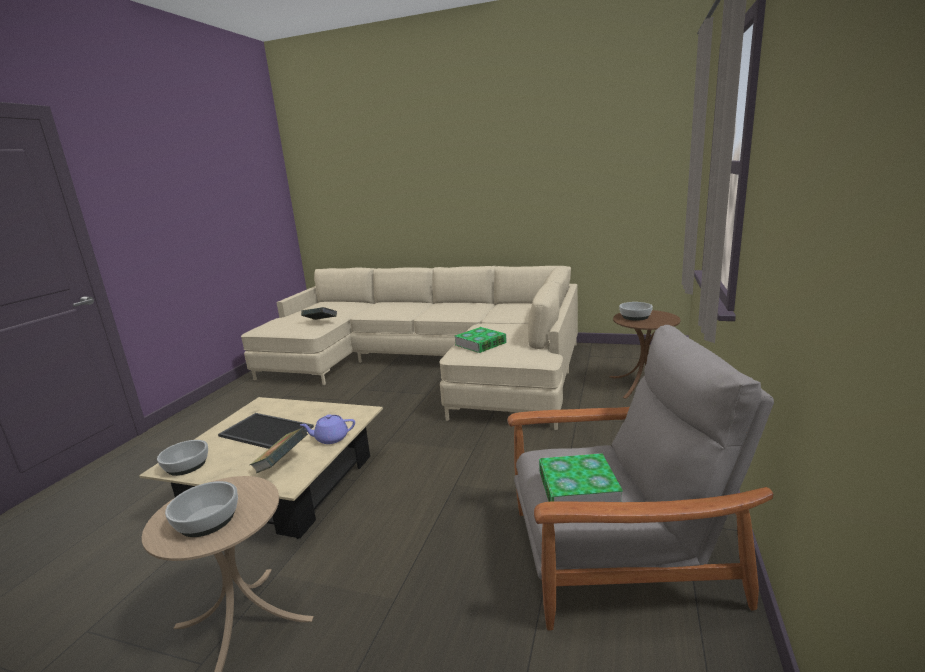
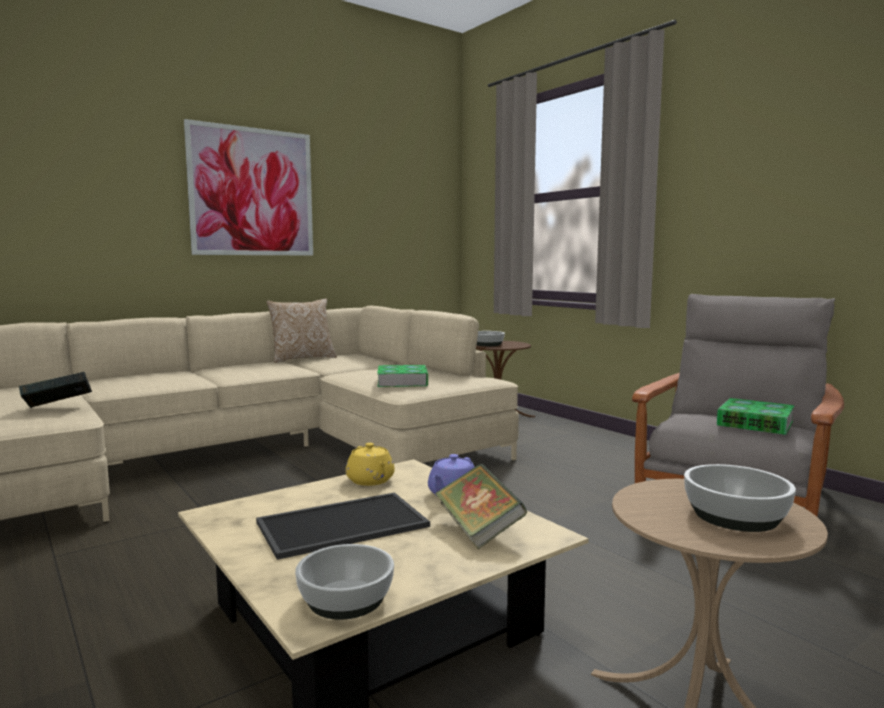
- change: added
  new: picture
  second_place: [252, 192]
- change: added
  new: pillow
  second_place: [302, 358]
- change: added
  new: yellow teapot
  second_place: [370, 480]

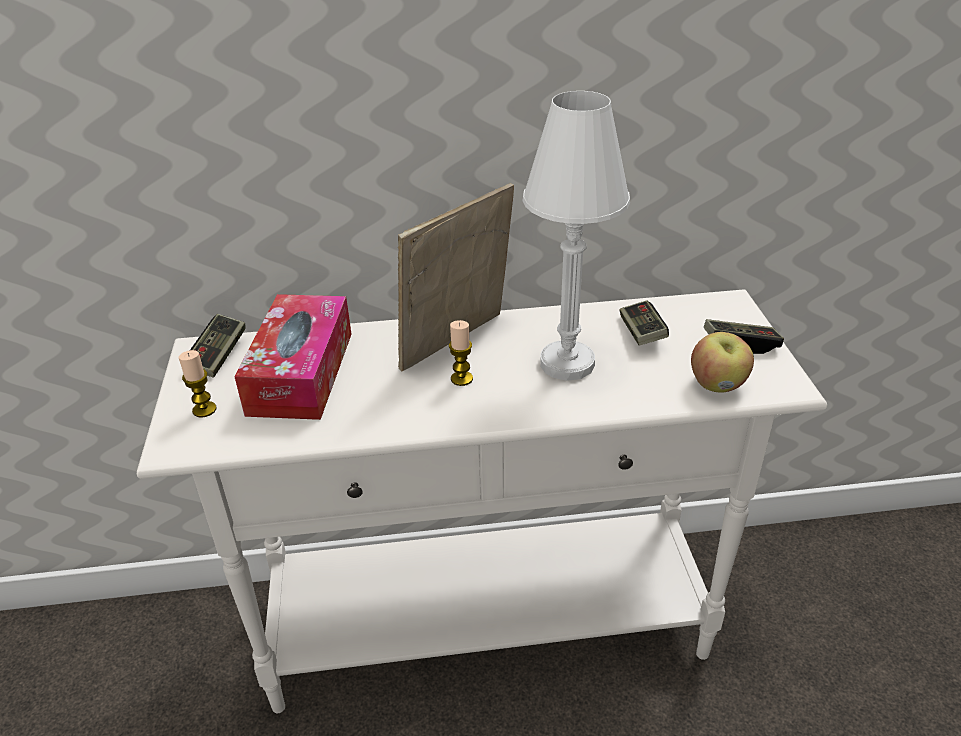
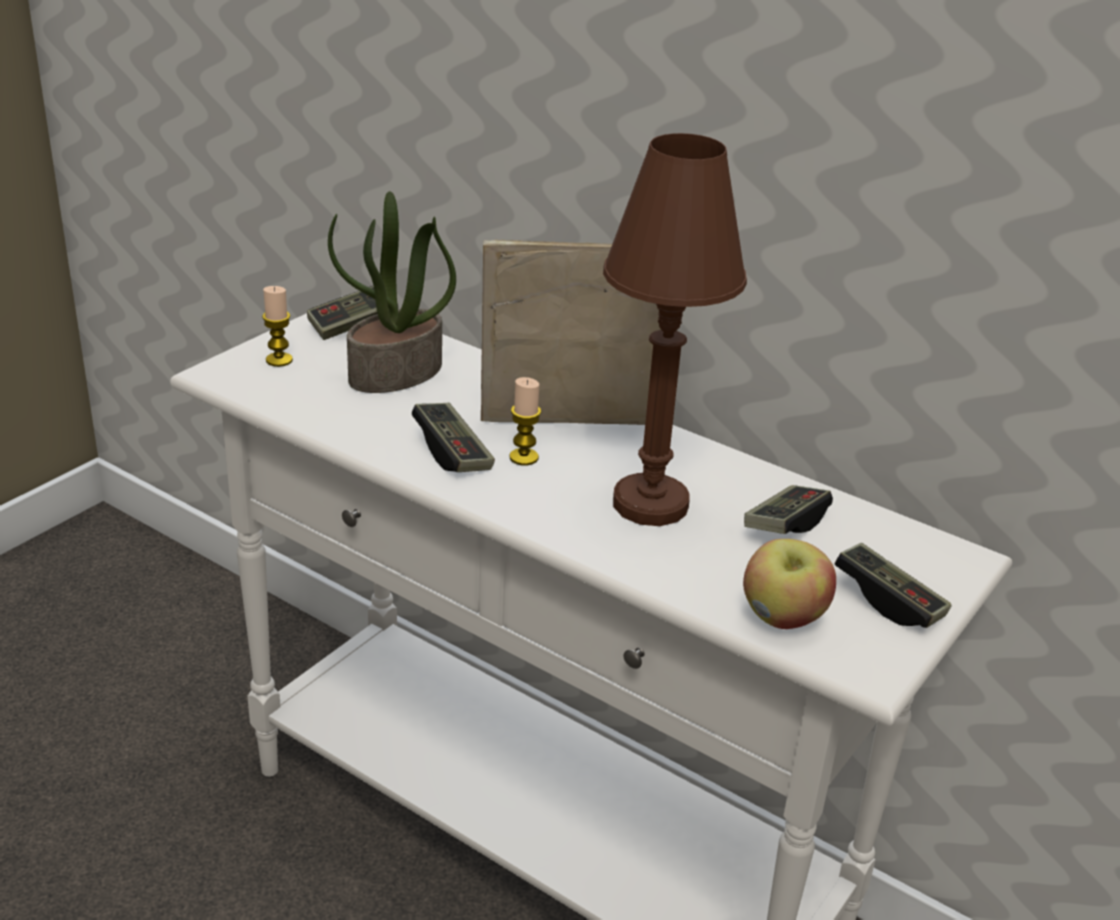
- change: replaced
  old: tissue box
  new: potted plant
  first_place: [301, 372]
  second_place: [395, 374]
- change: recoloured
  old: white table lamp
  new: brown table lamp
  first_place: [567, 363]
  second_place: [650, 504]
- change: added
  new: game controller
  second_place: [452, 452]

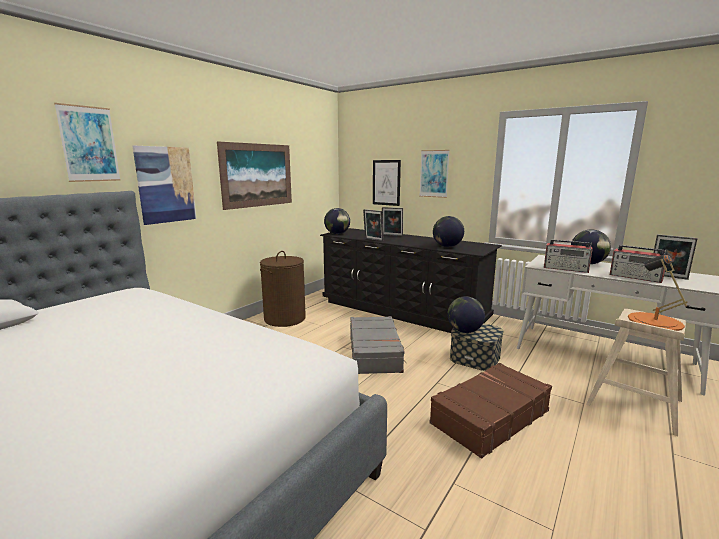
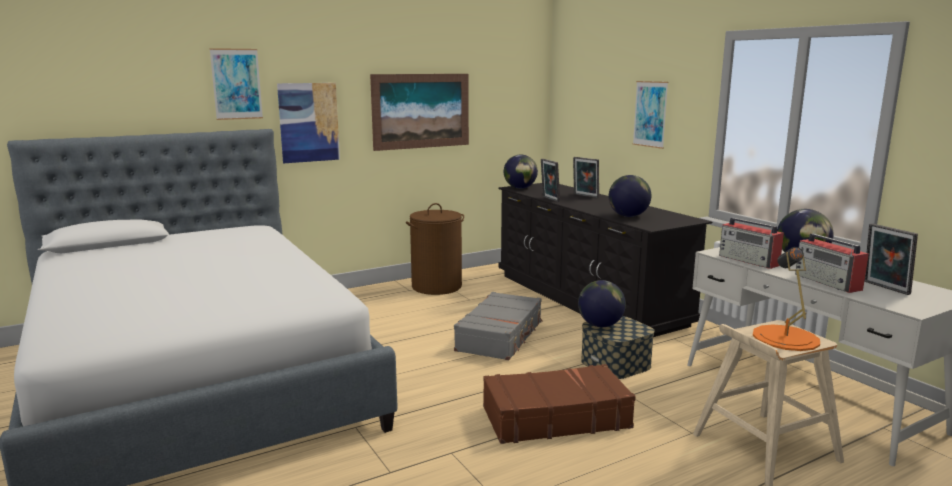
- change: removed
  old: picture
  first_place: [386, 182]

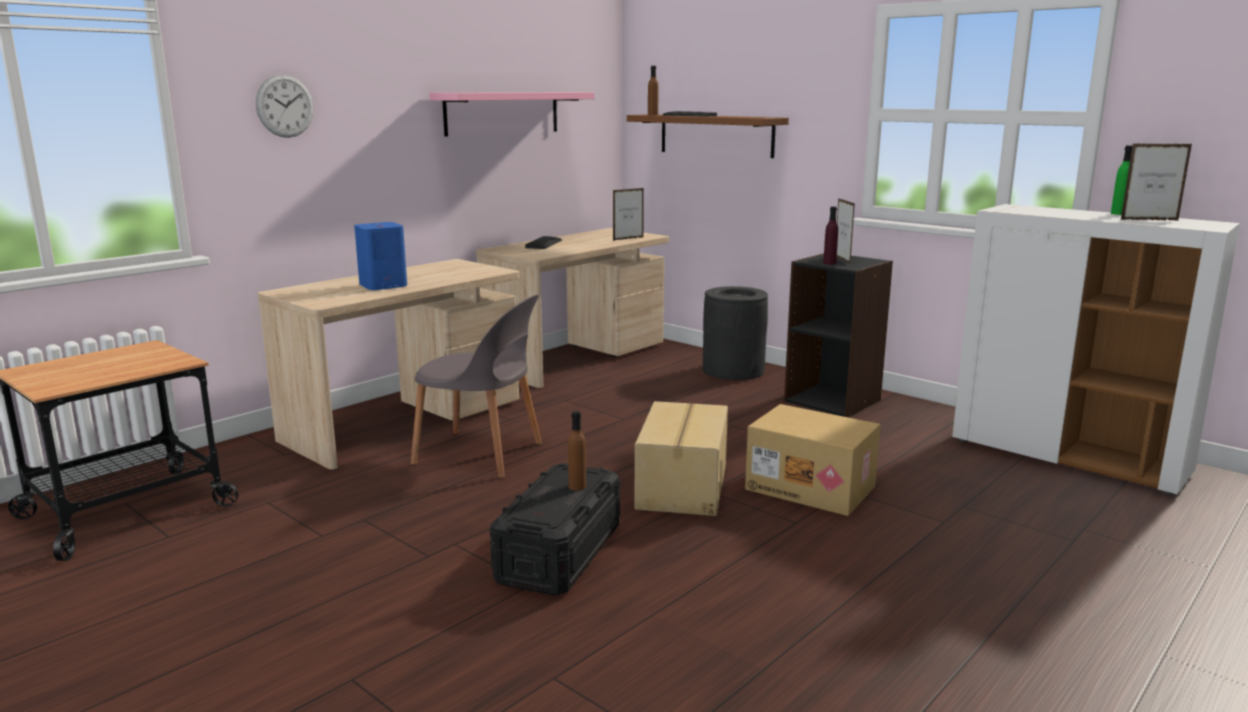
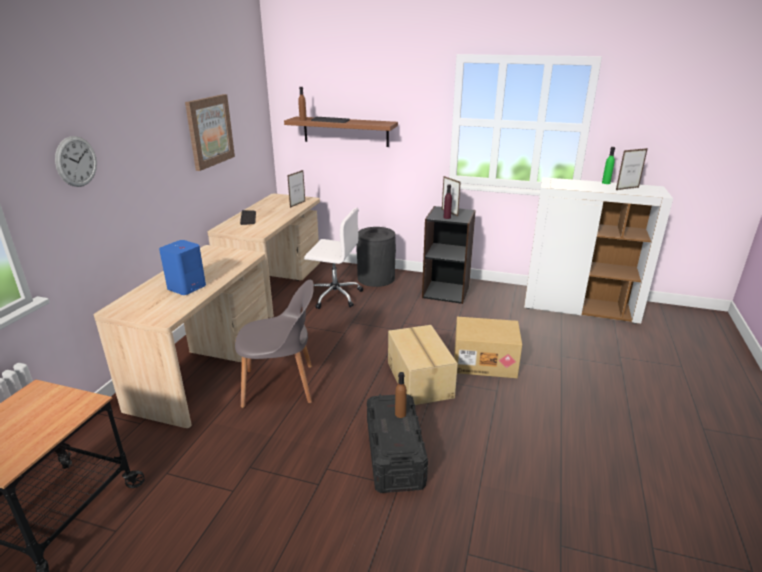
- change: replaced
  old: pink shelf
  new: picture
  first_place: [502, 113]
  second_place: [209, 131]
- change: added
  new: white office chair
  second_place: [334, 296]

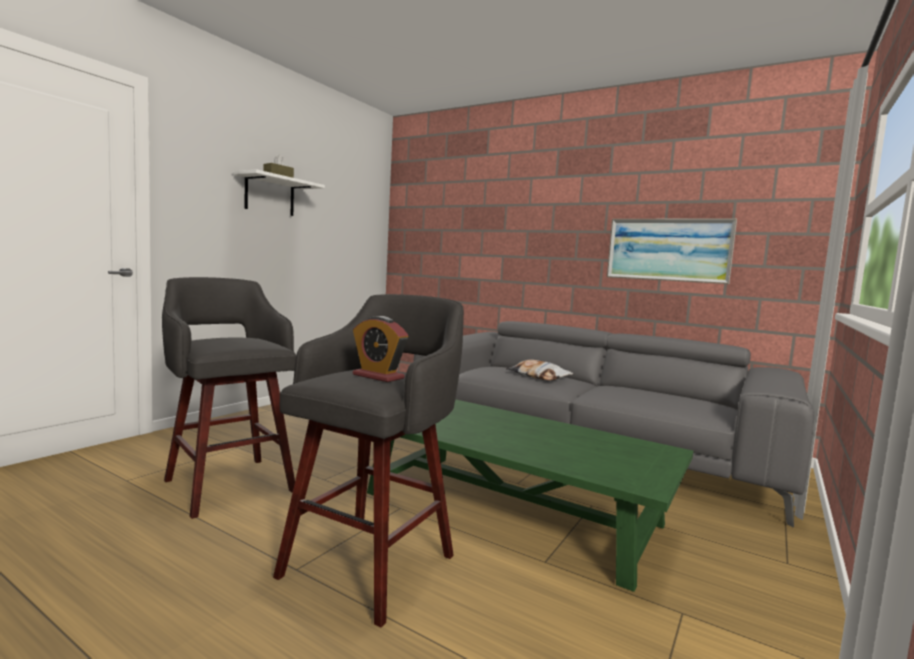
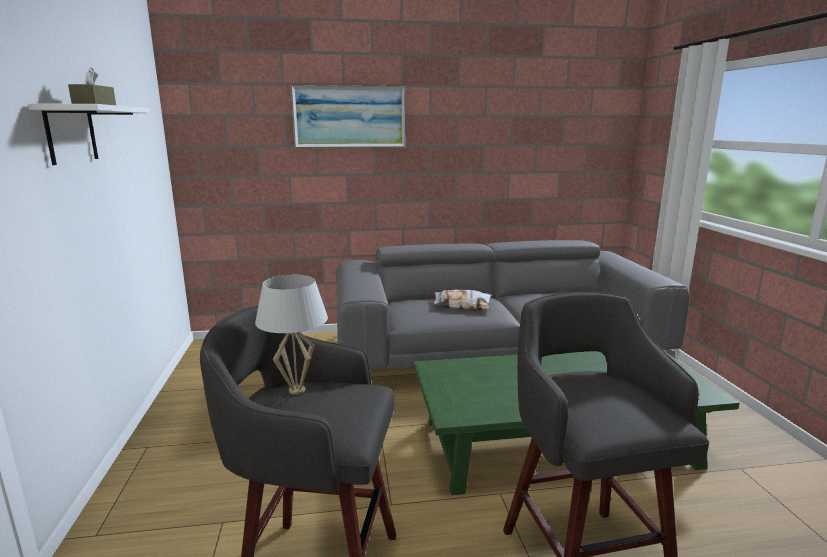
- change: removed
  old: alarm clock
  first_place: [378, 376]
- change: moved
  old: picture
  first_place: [668, 250]
  second_place: [349, 117]
- change: added
  new: white table lamp
  second_place: [296, 390]

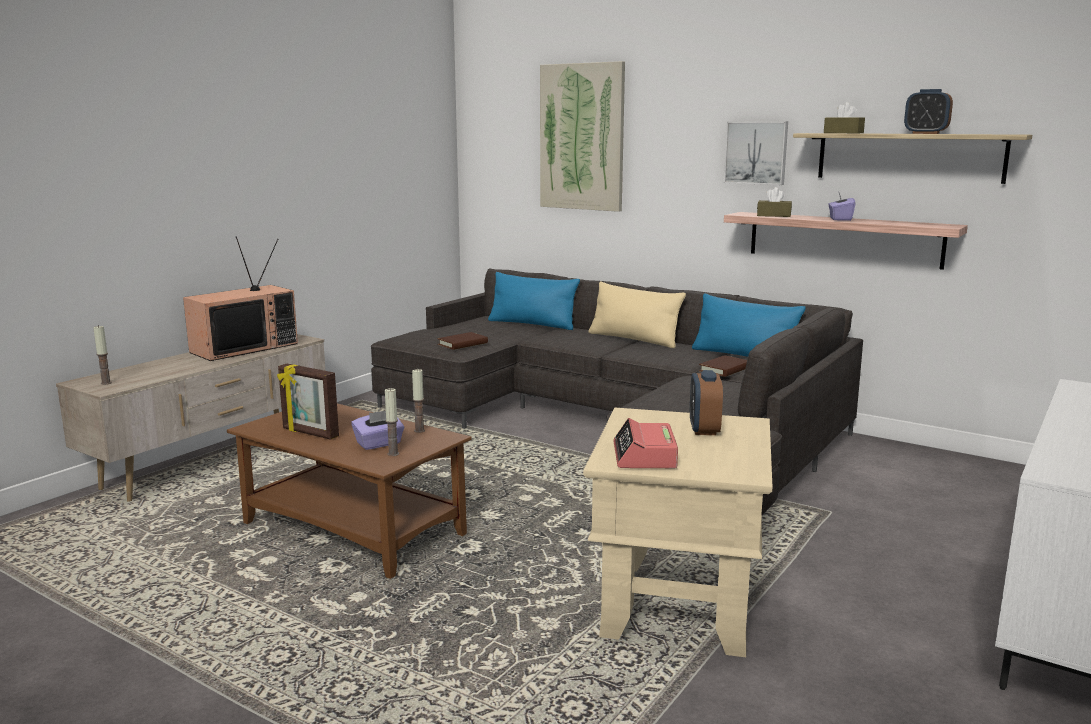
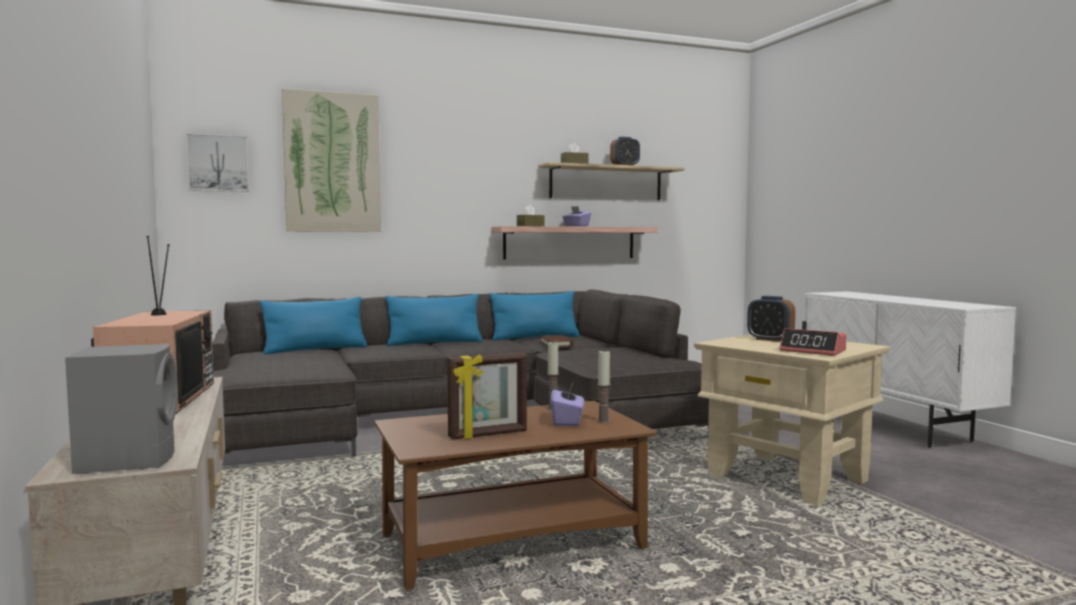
- change: replaced
  old: candle
  new: grey speaker
  first_place: [106, 383]
  second_place: [129, 460]
- change: removed
  old: brown book
  first_place: [462, 344]
- change: recoloured
  old: beige pillow
  new: blue pillow
  first_place: [634, 339]
  second_place: [434, 343]
- change: moved
  old: picture
  first_place: [756, 152]
  second_place: [218, 163]

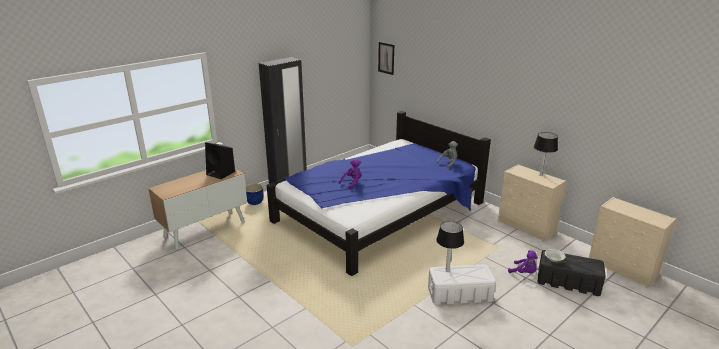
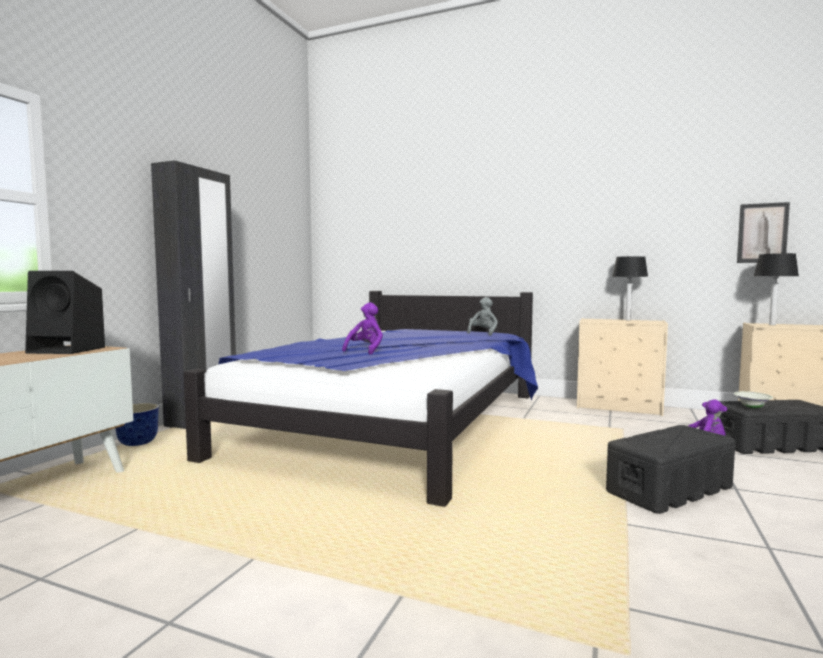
- change: moved
  old: picture
  first_place: [386, 58]
  second_place: [762, 233]
- change: recoloured
  old: white storage box
  new: black storage box
  first_place: [459, 294]
  second_place: [669, 490]
- change: moved
  old: table lamp
  first_place: [447, 270]
  second_place: [772, 325]

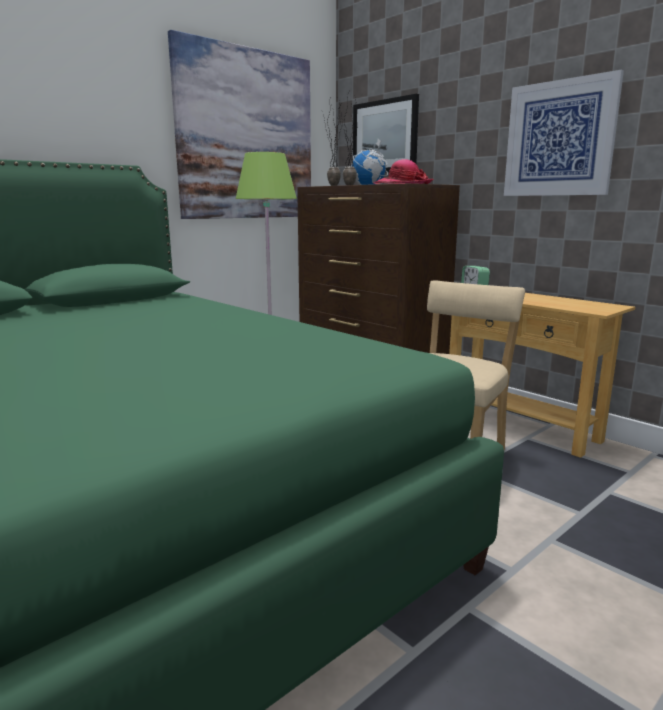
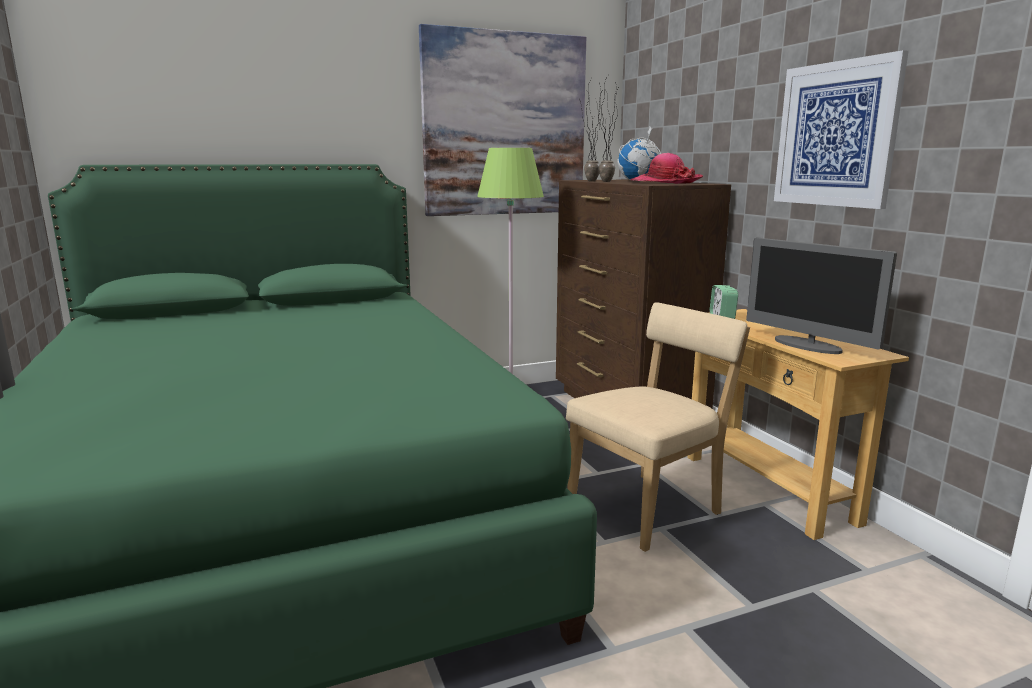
- change: removed
  old: picture
  first_place: [385, 136]
- change: added
  new: monitor
  second_place: [807, 346]

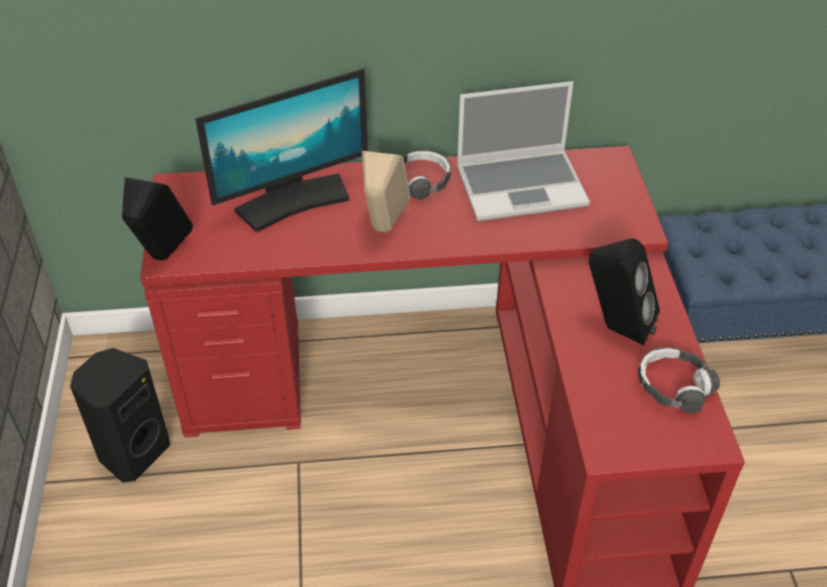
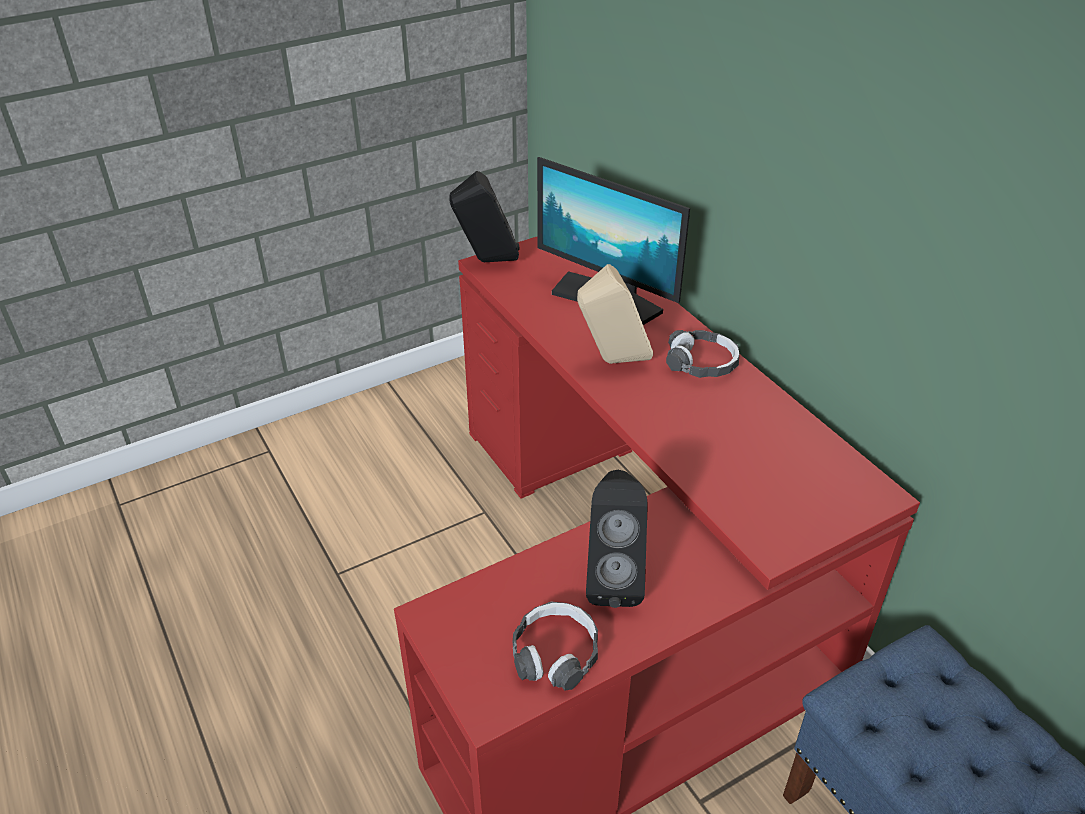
- change: removed
  old: black speaker
  first_place: [132, 452]
- change: removed
  old: laptop
  first_place: [522, 186]

